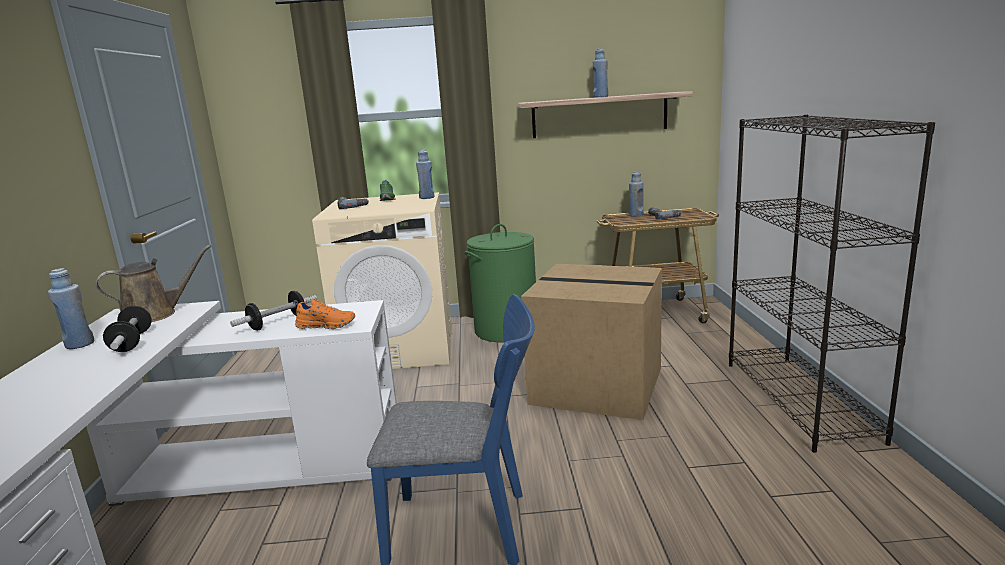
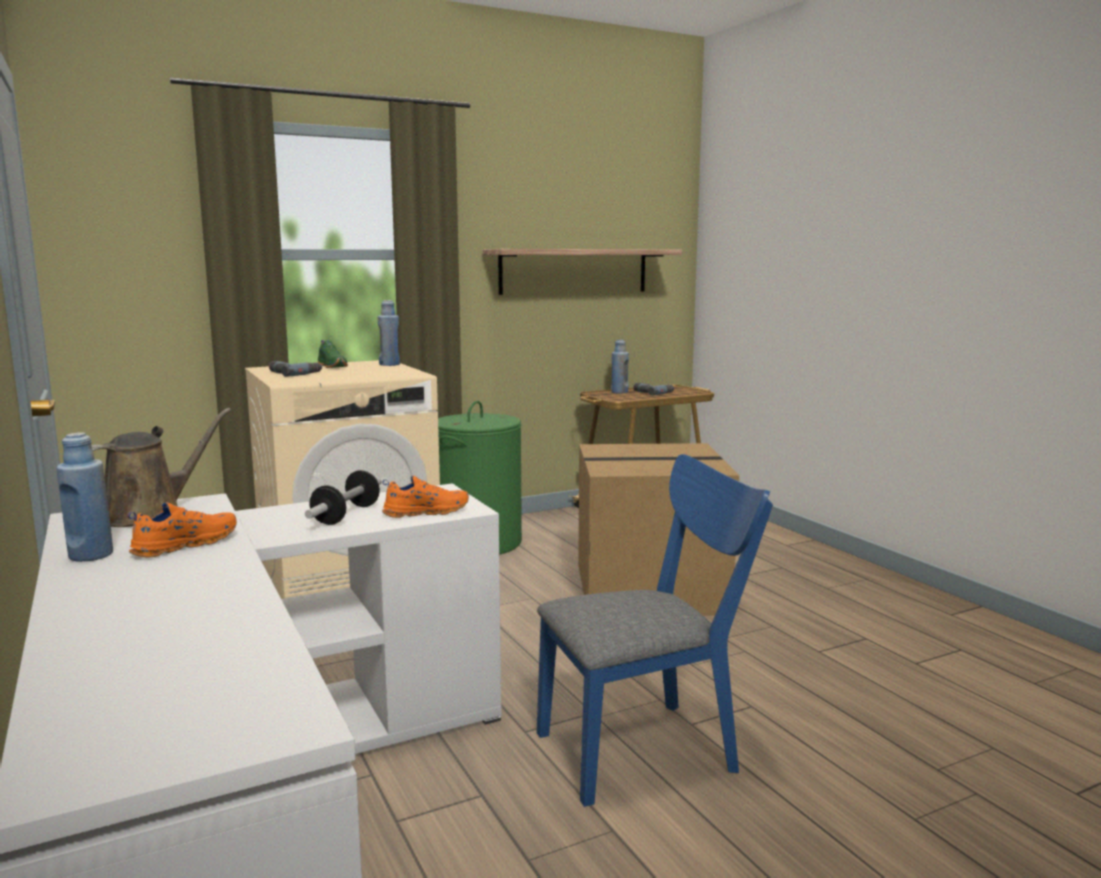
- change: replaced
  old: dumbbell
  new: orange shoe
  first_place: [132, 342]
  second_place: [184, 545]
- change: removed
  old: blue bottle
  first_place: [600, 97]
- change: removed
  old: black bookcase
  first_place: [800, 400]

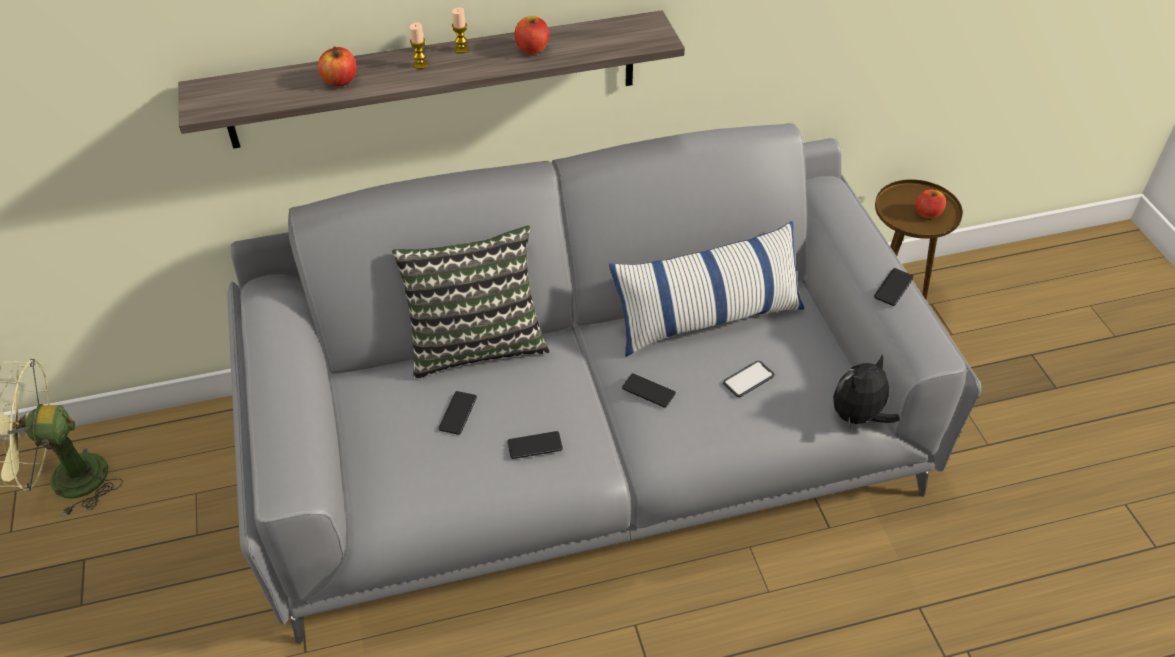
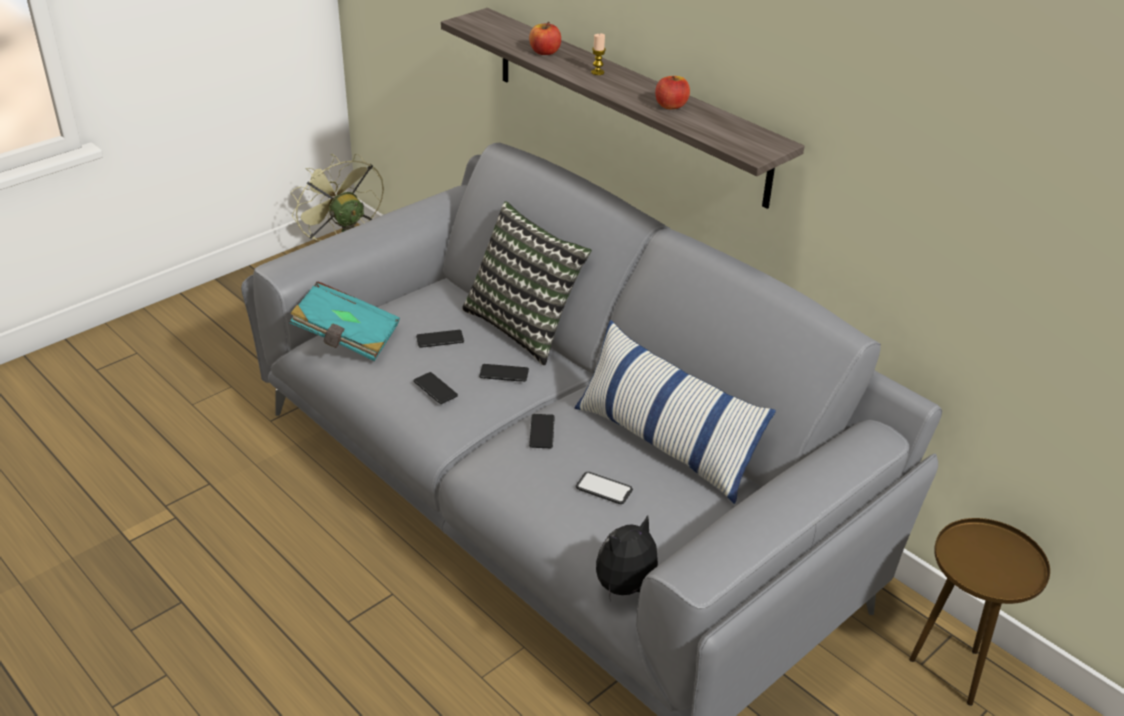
- change: removed
  old: candle
  first_place: [461, 49]
- change: turned
  old: plush toy
  first_place: [858, 417]
  second_place: [627, 589]
  degrees: -60
- change: moved
  old: phone
  first_place: [893, 287]
  second_place: [504, 373]
- change: removed
  old: apple
  first_place: [927, 213]
- change: added
  new: turquoise book
  second_place: [346, 338]

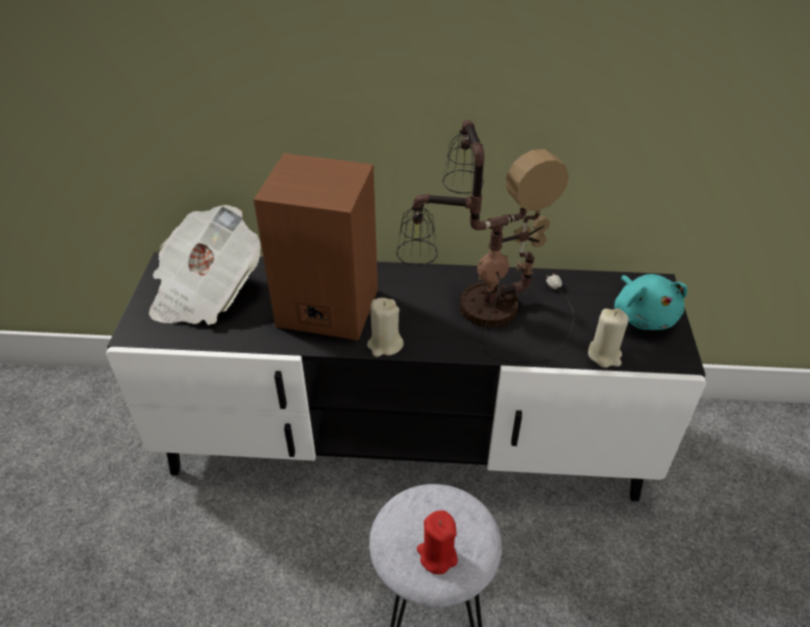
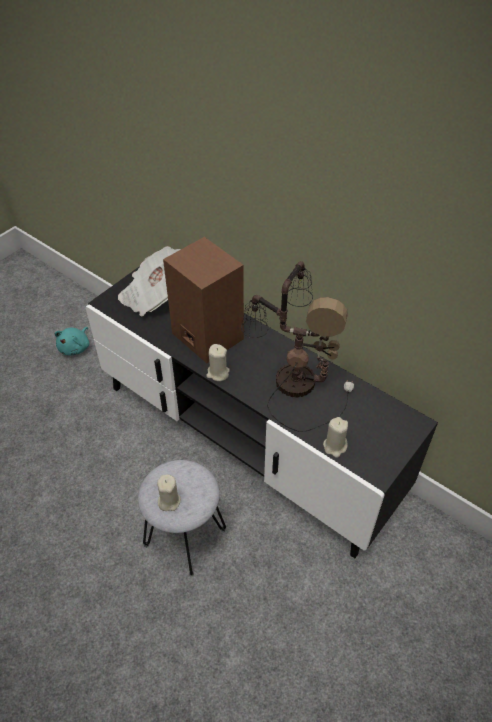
- change: recoloured
  old: red candle
  new: beige candle
  first_place: [437, 555]
  second_place: [169, 501]
- change: moved
  old: turquoise plush toy
  first_place: [643, 316]
  second_place: [75, 347]

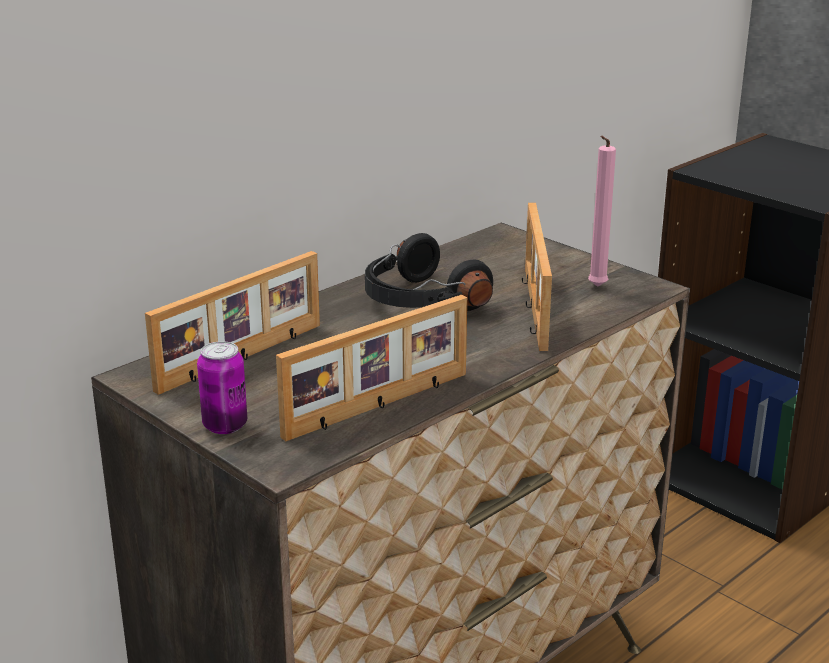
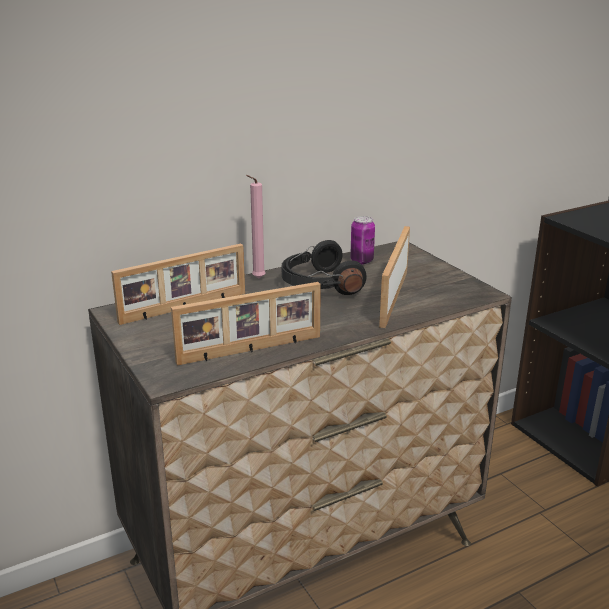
- change: moved
  old: can
  first_place: [225, 425]
  second_place: [361, 261]
- change: moved
  old: pink candle
  first_place: [595, 287]
  second_place: [256, 279]

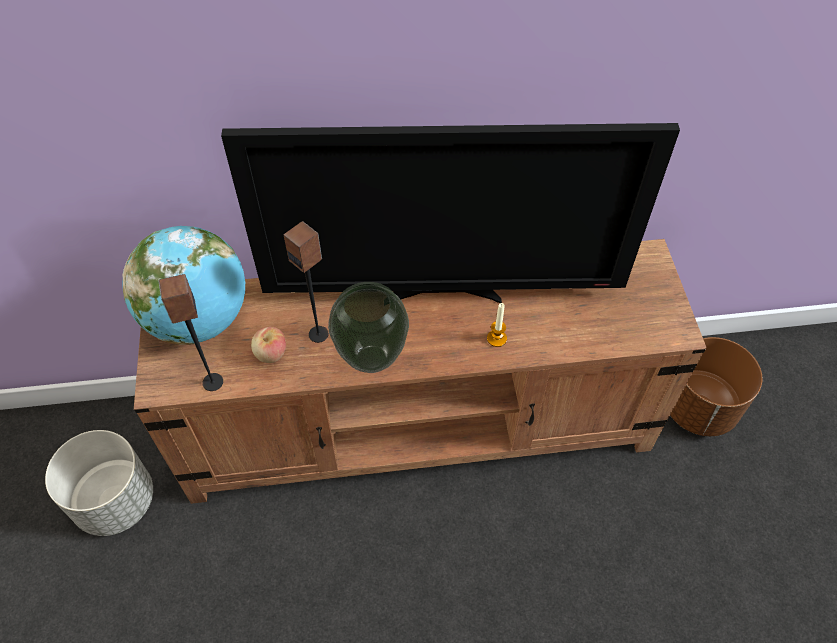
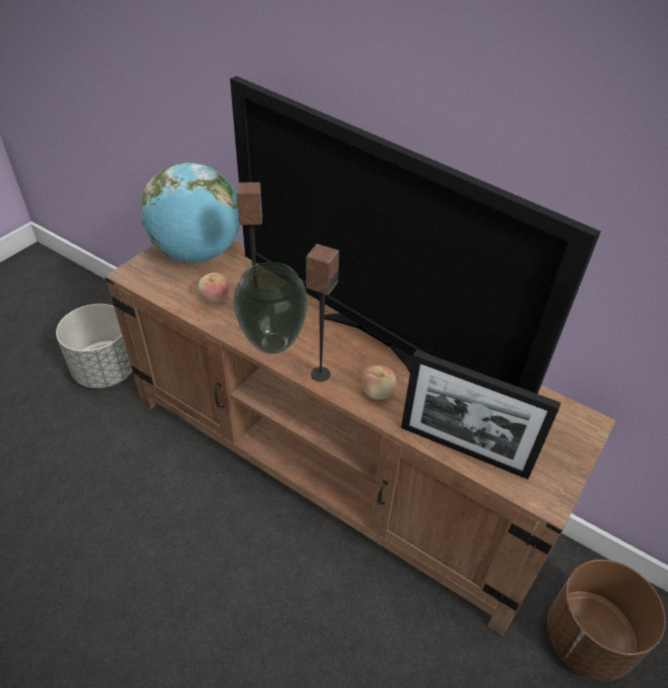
- change: moved
  old: speaker
  first_place: [212, 382]
  second_place: [320, 374]
- change: replaced
  old: candle
  new: apple
  first_place: [496, 338]
  second_place: [378, 392]
- change: added
  new: picture frame
  second_place: [463, 450]

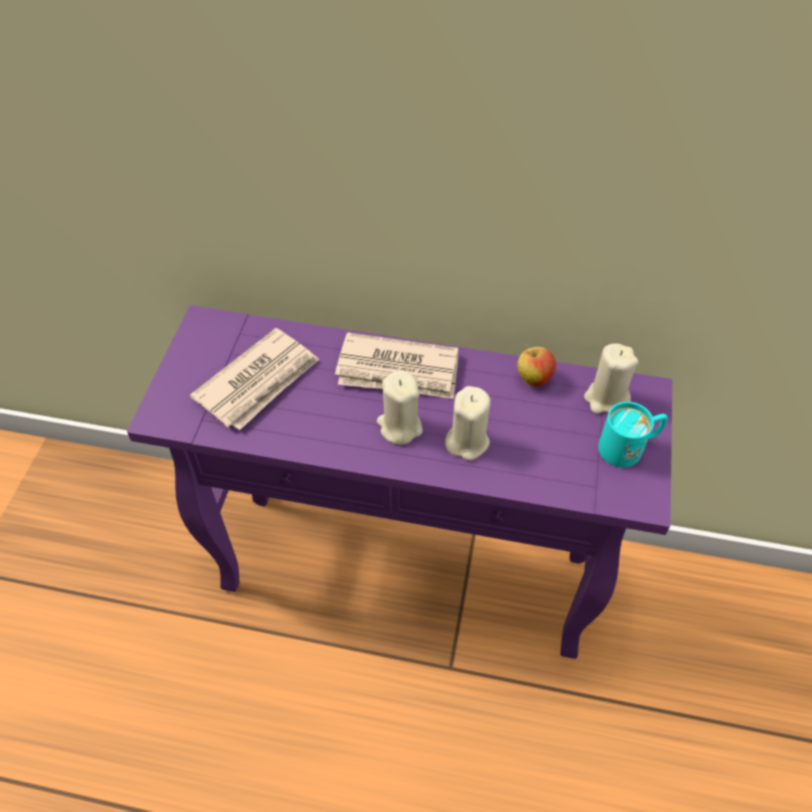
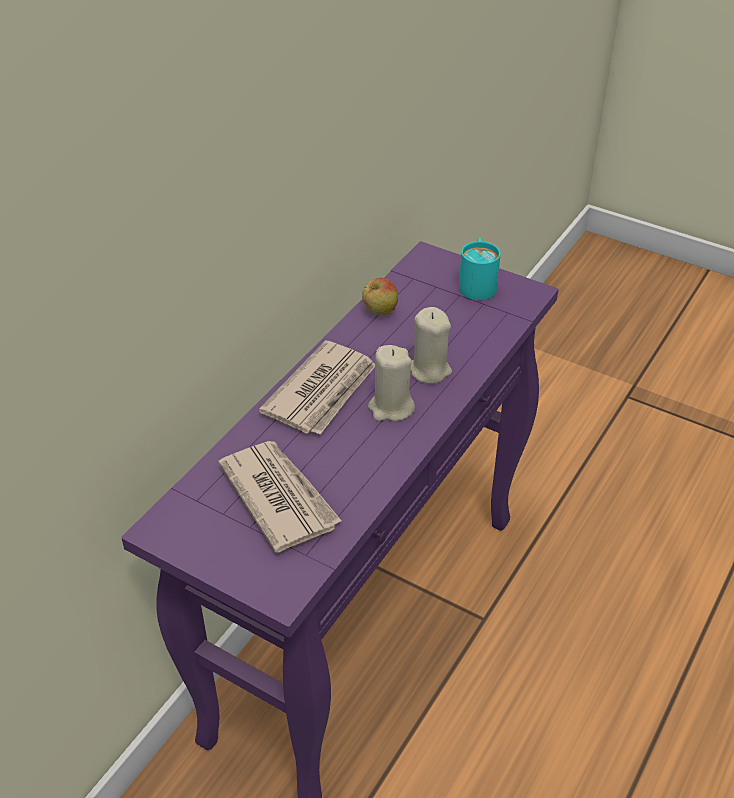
- change: removed
  old: beige candle
  first_place: [606, 399]

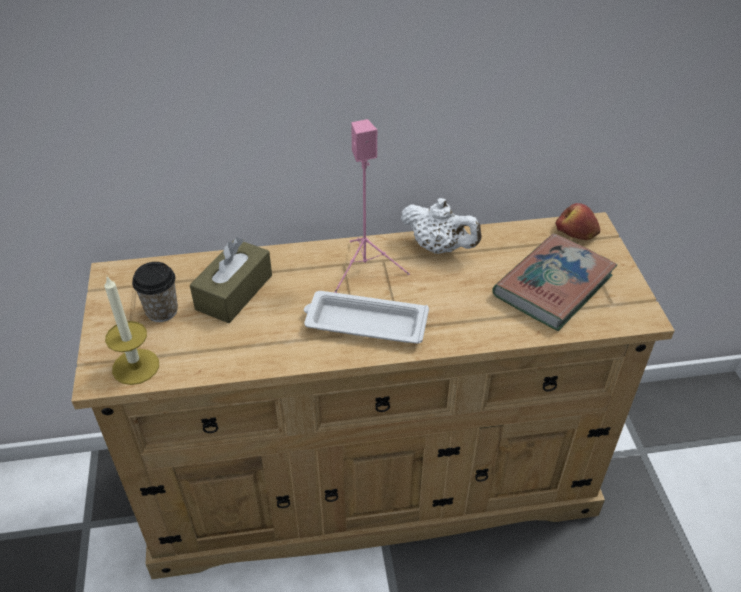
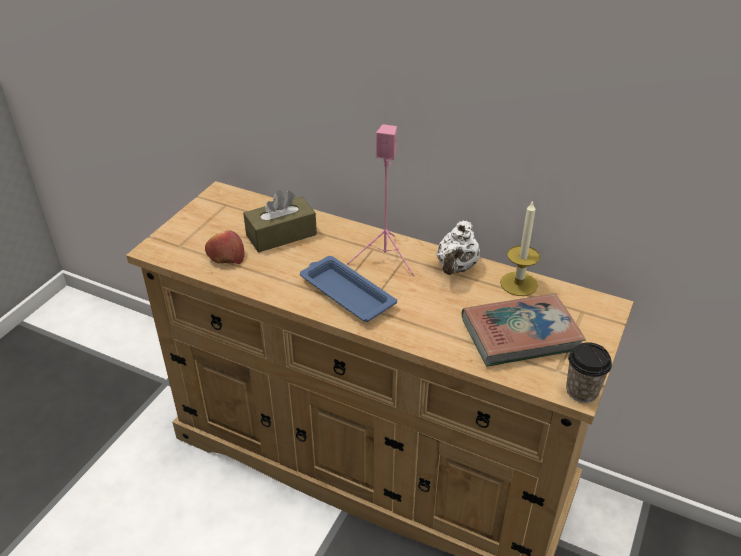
- change: moved
  old: candle
  first_place: [135, 366]
  second_place: [519, 284]
- change: moved
  old: cup
  first_place: [162, 311]
  second_place: [582, 391]
- change: recoloured
  old: white tray
  new: blue tray
  first_place: [364, 323]
  second_place: [345, 293]
- change: turned
  old: white teapot
  first_place: [439, 248]
  second_place: [456, 268]
  degrees: 45
- change: moved
  old: apple
  first_place: [576, 232]
  second_place: [225, 256]

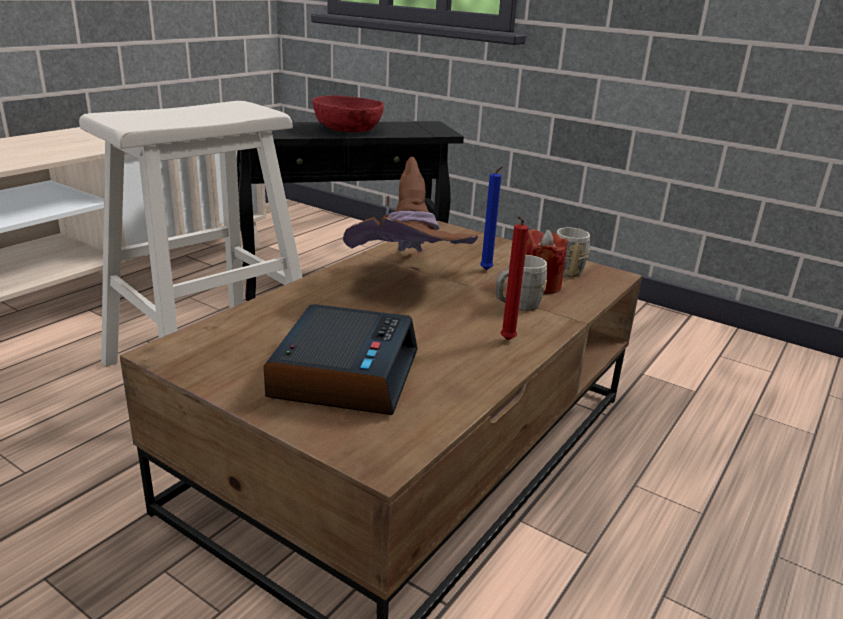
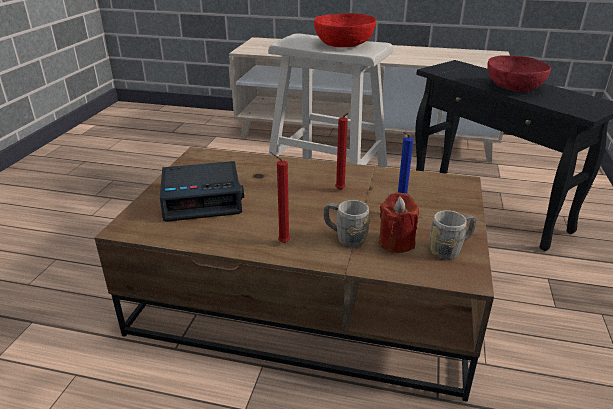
- change: replaced
  old: brown hat
  new: red candle
  first_place: [407, 283]
  second_place: [341, 190]
- change: added
  new: red bowl
  second_place: [343, 44]

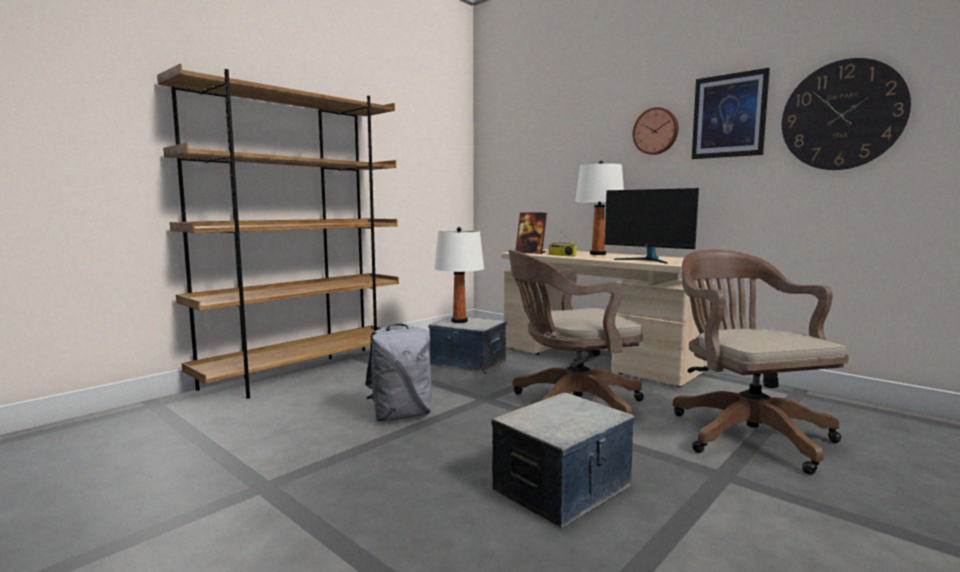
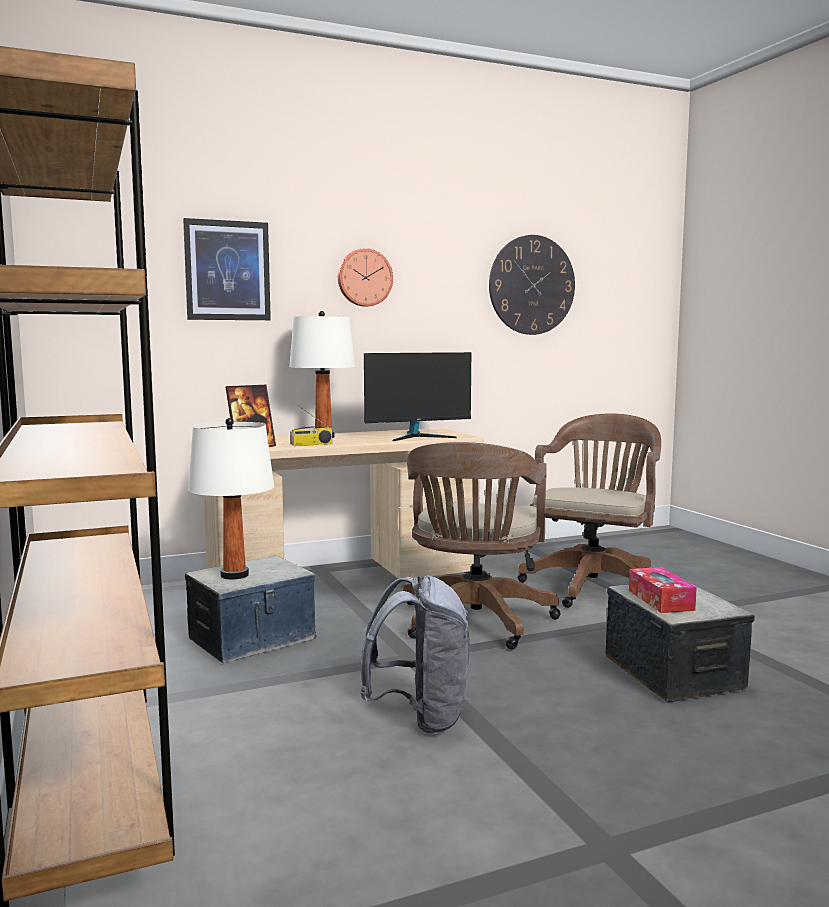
- change: turned
  old: brown office chair
  first_place: [745, 433]
  second_place: [594, 584]
  degrees: 105
- change: moved
  old: picture
  first_place: [729, 116]
  second_place: [227, 270]
- change: added
  new: tissue box
  second_place: [660, 600]

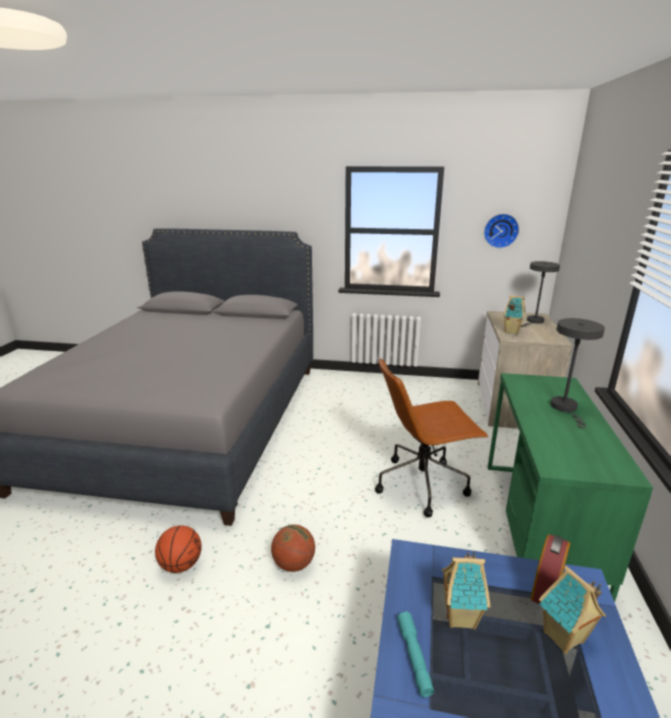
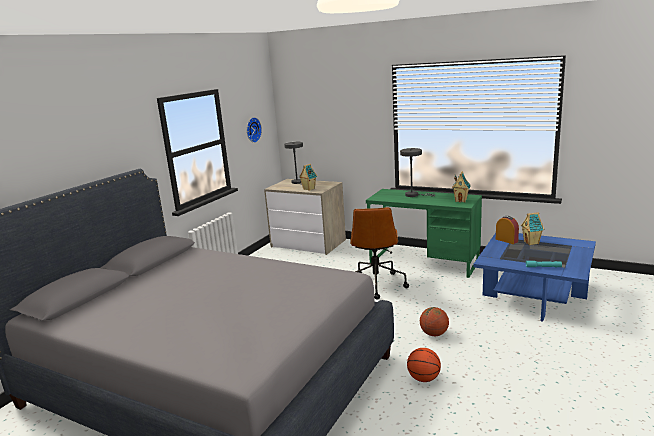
- change: moved
  old: toy house
  first_place: [461, 617]
  second_place: [461, 200]

